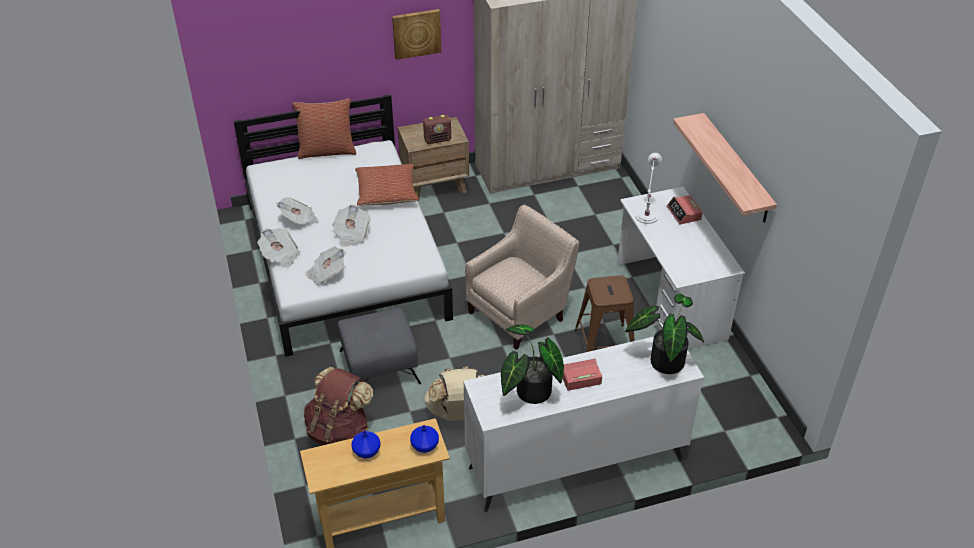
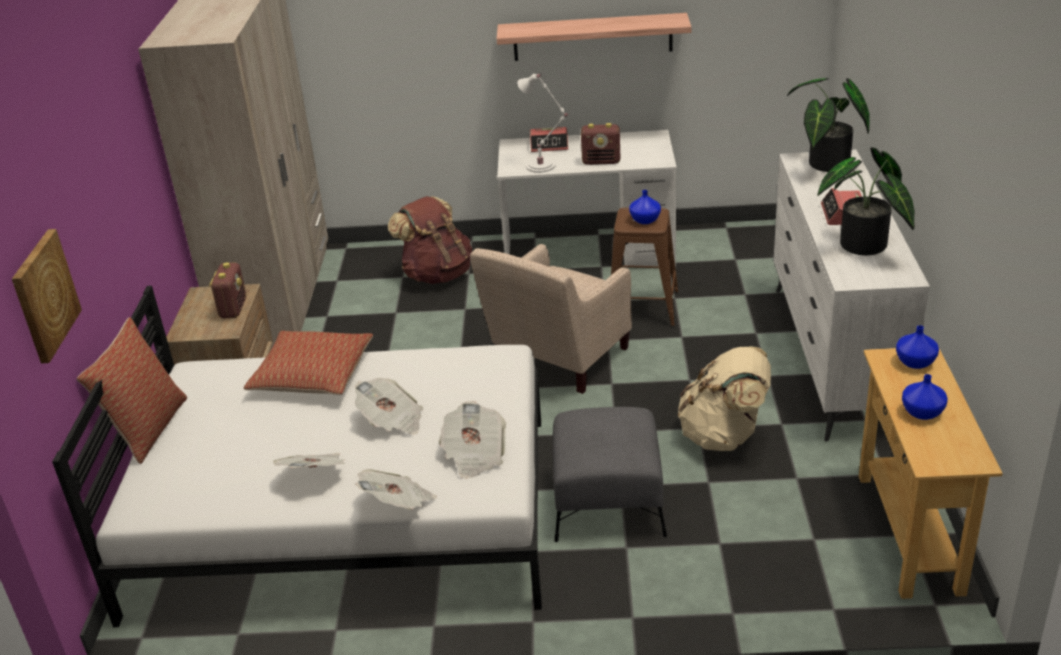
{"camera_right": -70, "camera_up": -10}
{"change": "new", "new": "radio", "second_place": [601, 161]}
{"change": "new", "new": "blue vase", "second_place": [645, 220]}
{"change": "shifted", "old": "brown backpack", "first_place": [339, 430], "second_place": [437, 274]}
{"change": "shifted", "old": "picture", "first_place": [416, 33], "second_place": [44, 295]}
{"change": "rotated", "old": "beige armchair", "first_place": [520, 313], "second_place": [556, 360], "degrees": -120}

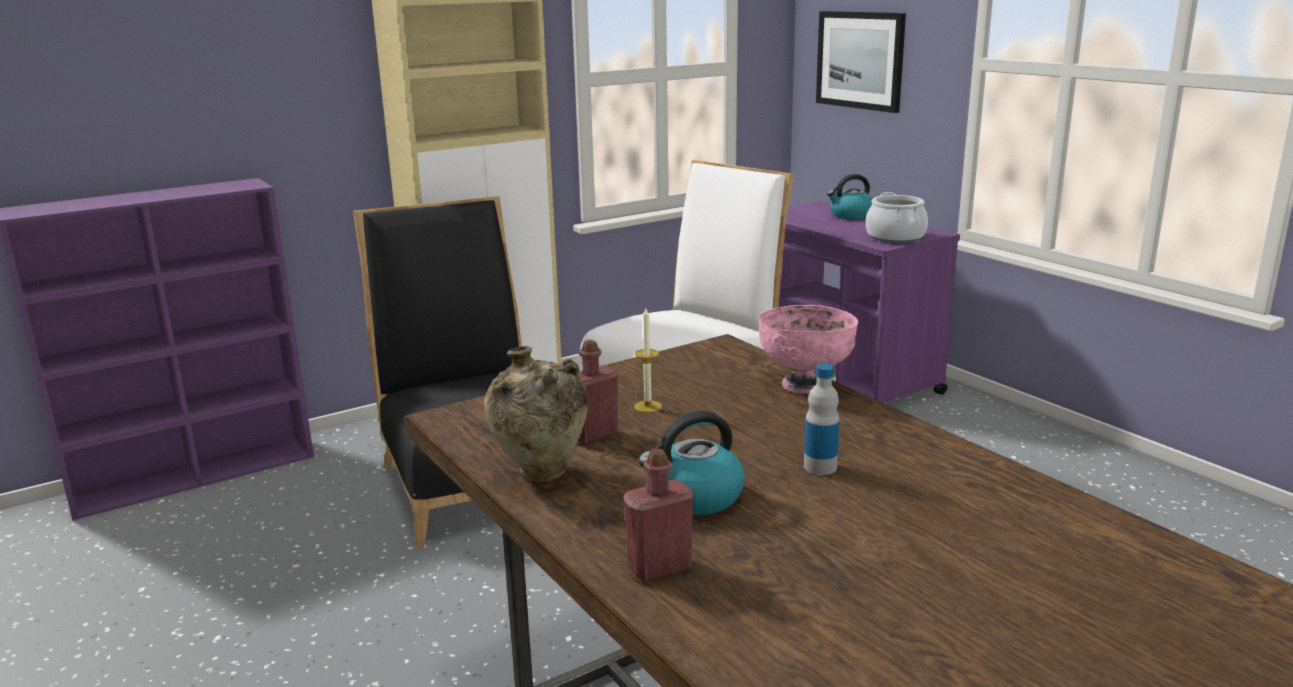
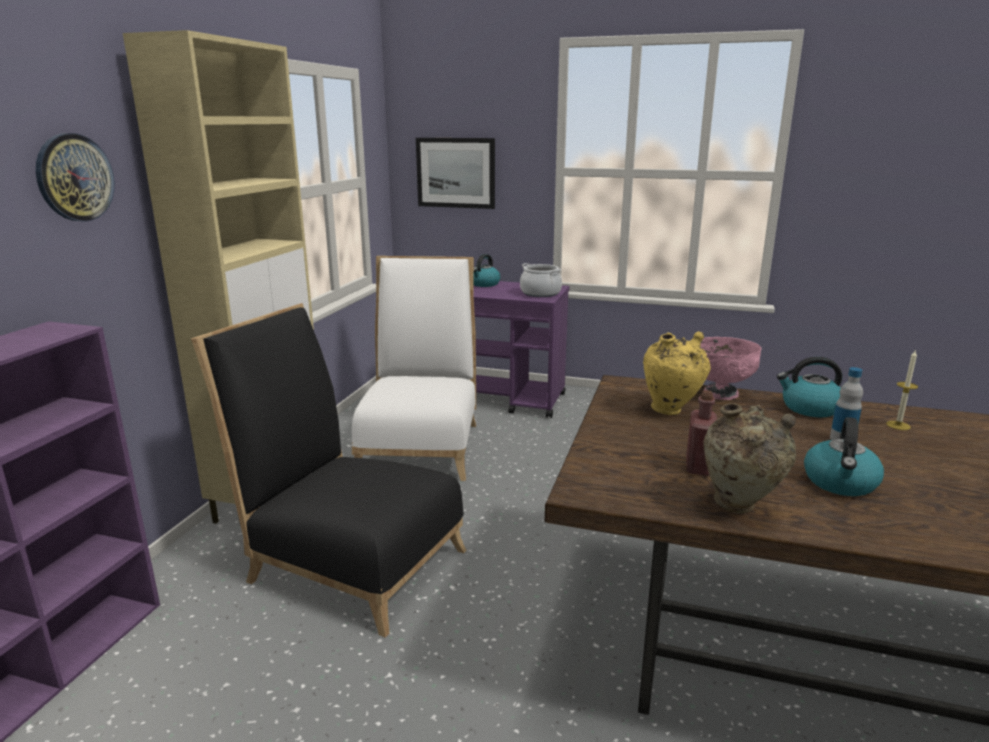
{"camera_right": -40, "camera_up": 0}
{"change": "gone", "old": "red bottle", "first_place": [659, 568]}
{"change": "new", "new": "wall clock", "second_place": [74, 177]}
{"change": "new", "new": "yellow vase", "second_place": [671, 410]}
{"change": "new", "new": "kettle", "second_place": [809, 408]}
{"change": "shifted", "old": "candle", "first_place": [647, 406], "second_place": [898, 425]}

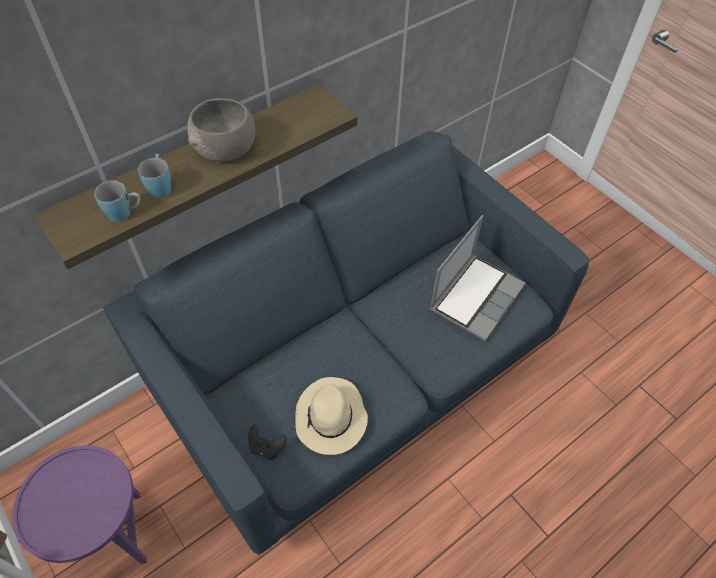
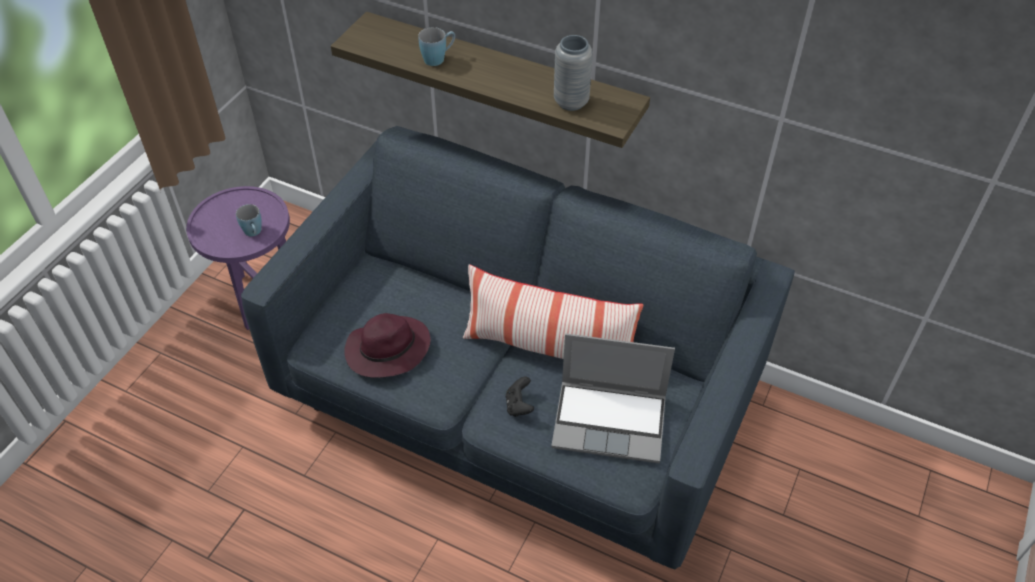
{"camera_right": 65, "camera_up": -5}
{"change": "gone", "old": "grey bowl", "first_place": [225, 150]}
{"change": "new", "new": "pillow", "second_place": [548, 347]}
{"change": "new", "new": "grey vase", "second_place": [571, 102]}
{"change": "shifted", "old": "blue mug", "first_place": [125, 213], "second_place": [254, 233]}
{"change": "shifted", "old": "black game controller", "first_place": [266, 447], "second_place": [519, 405]}
{"change": "repainted", "old": "beige hat", "new": "purple hat", "first_place": [331, 419], "second_place": [387, 351]}

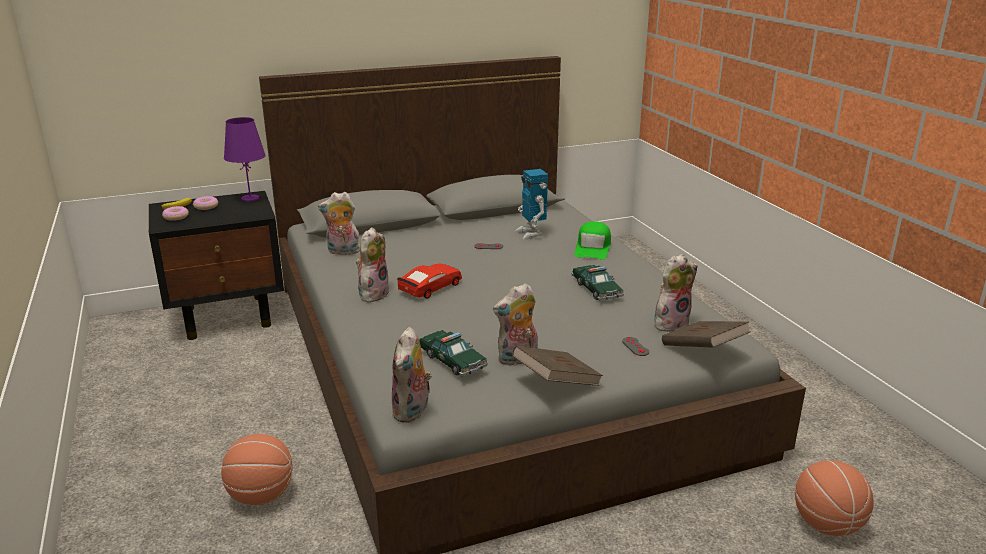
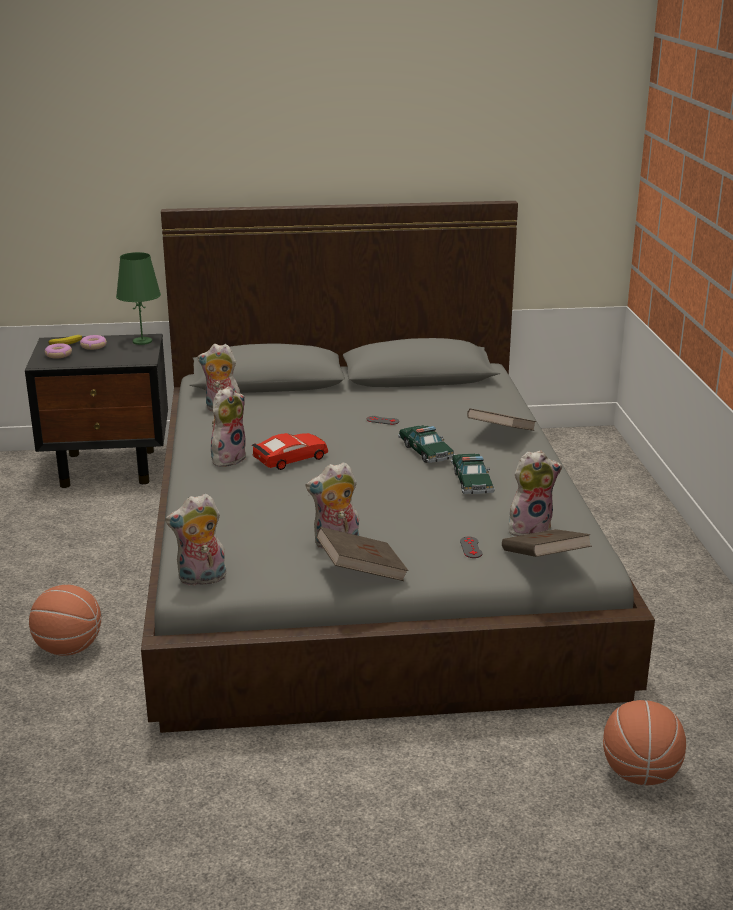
{"camera_right": 15, "camera_up": 0}
{"change": "gone", "old": "toy robot", "first_place": [531, 233]}
{"change": "shifted", "old": "toy car", "first_place": [452, 361], "second_place": [425, 452]}
{"change": "swapped", "old": "green cap", "new": "brown book", "first_place": [593, 248], "second_place": [500, 435]}
{"change": "repainted", "old": "purple table lamp", "new": "green table lamp", "first_place": [250, 198], "second_place": [142, 341]}
{"change": "rotated", "old": "plush toy", "first_place": [412, 412], "second_place": [201, 579], "degrees": 45}

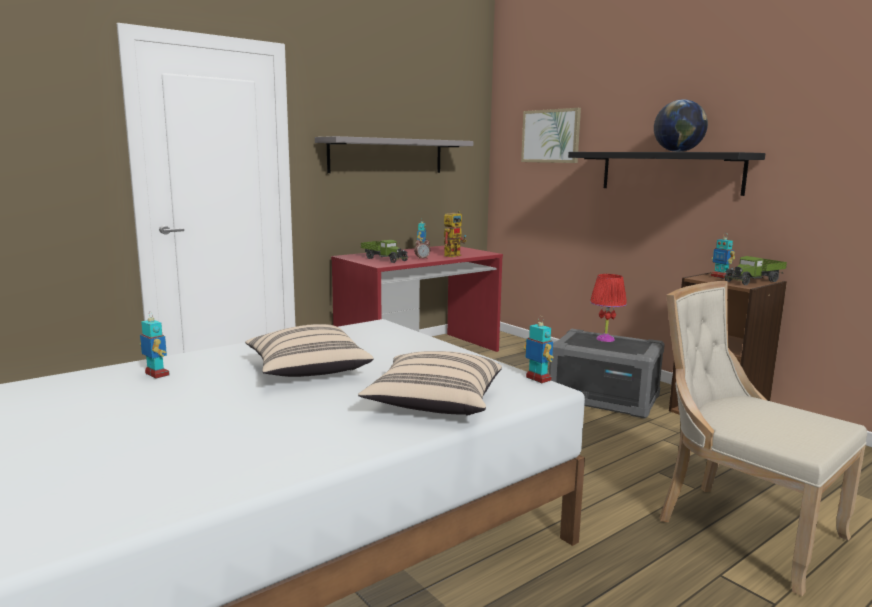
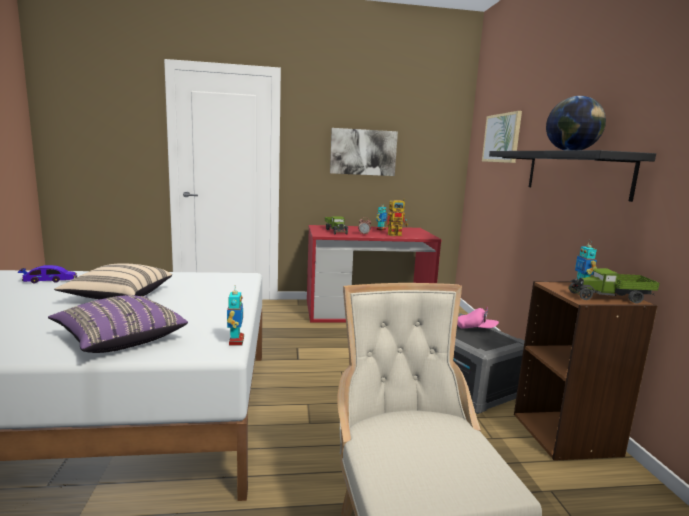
{"camera_right": 30, "camera_up": 0}
{"change": "swapped", "old": "toy robot", "new": "toy car", "first_place": [156, 374], "second_place": [49, 280]}
{"change": "swapped", "old": "grey shelf", "new": "picture", "first_place": [386, 156], "second_place": [363, 152]}
{"change": "swapped", "old": "red table lamp", "new": "pink cap", "first_place": [605, 339], "second_place": [476, 329]}
{"change": "repainted", "old": "beige pillow", "new": "purple pillow", "first_place": [434, 404], "second_place": [120, 339]}

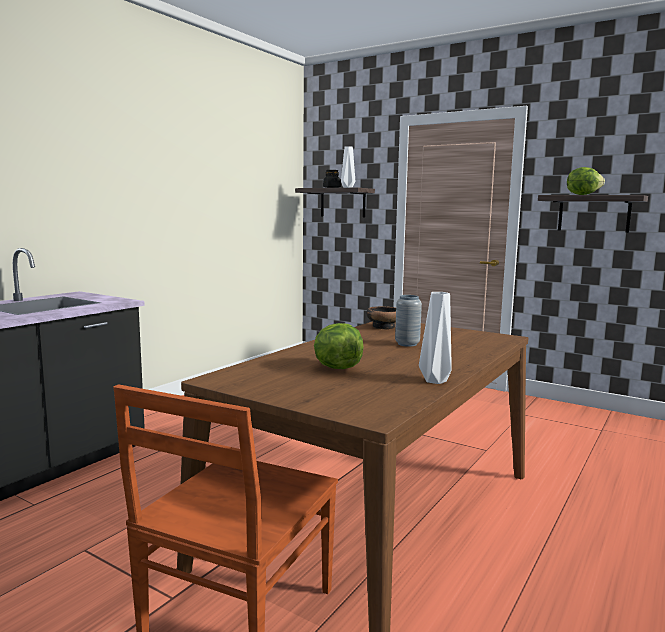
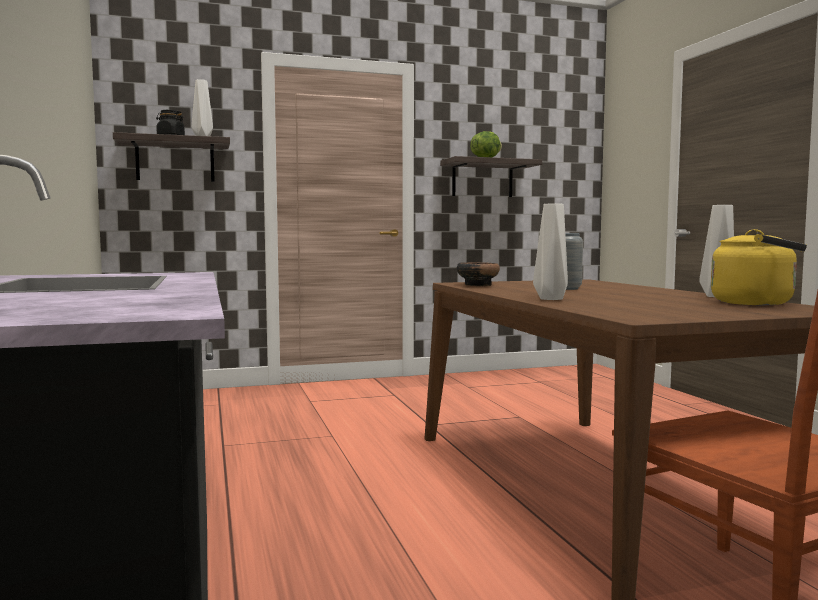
{"camera_right": -50, "camera_up": -5}
{"change": "gone", "old": "lettuce", "first_place": [337, 367]}
{"change": "new", "new": "white vase", "second_place": [552, 299]}
{"change": "new", "new": "yellow kettle", "second_place": [757, 303]}

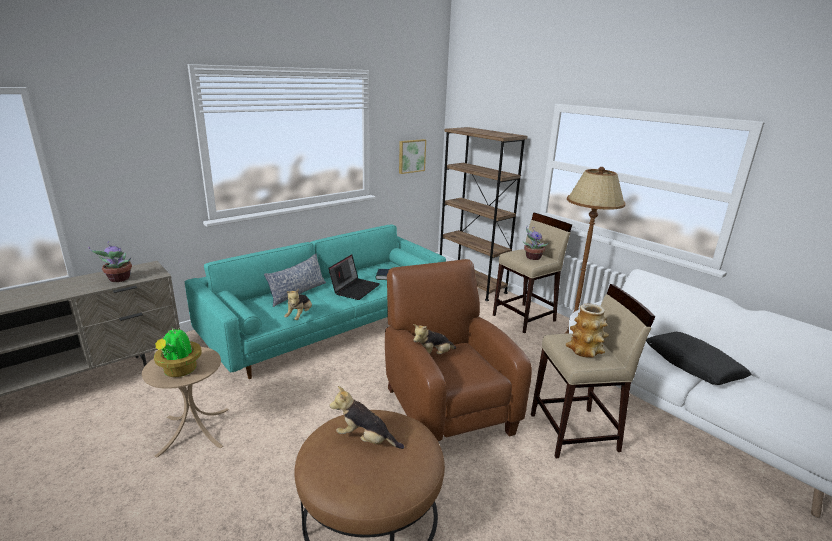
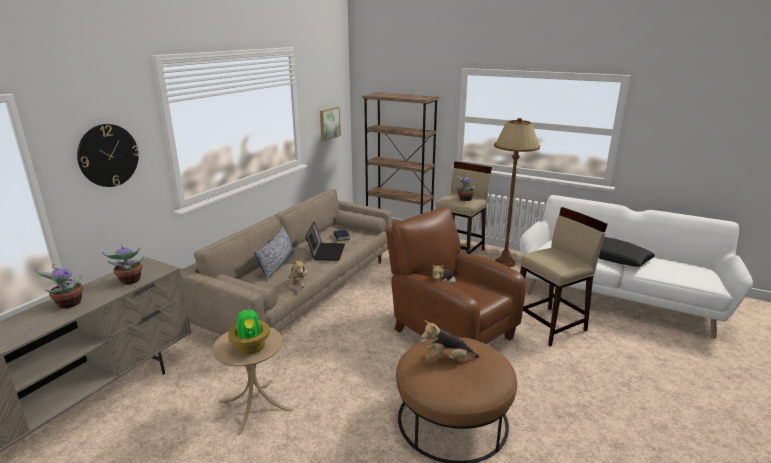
{"camera_right": -20, "camera_up": 0}
{"change": "gone", "old": "vase", "first_place": [585, 351]}
{"change": "new", "new": "potted plant", "second_place": [68, 304]}
{"change": "new", "new": "wall clock", "second_place": [108, 155]}
{"change": "repainted", "old": "turquoise sofa", "new": "beige sofa", "first_place": [328, 324], "second_place": [301, 291]}

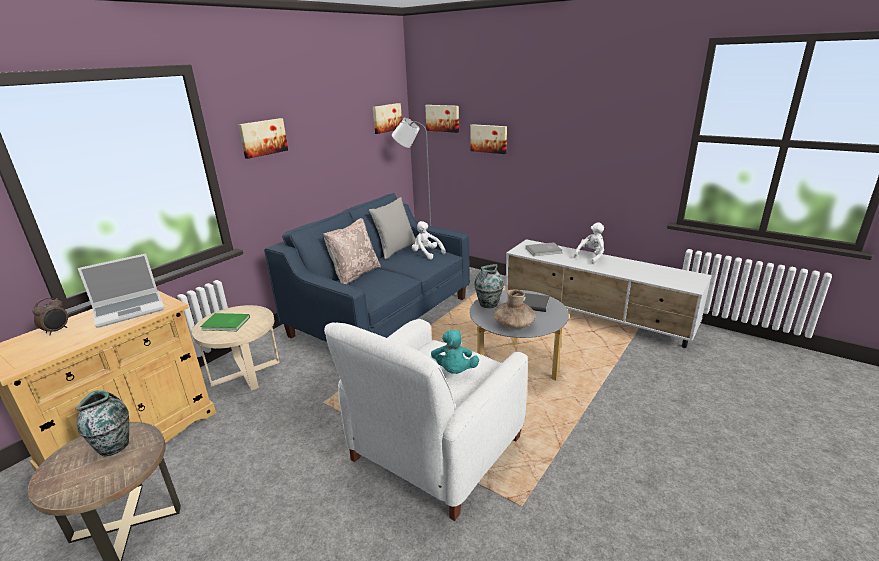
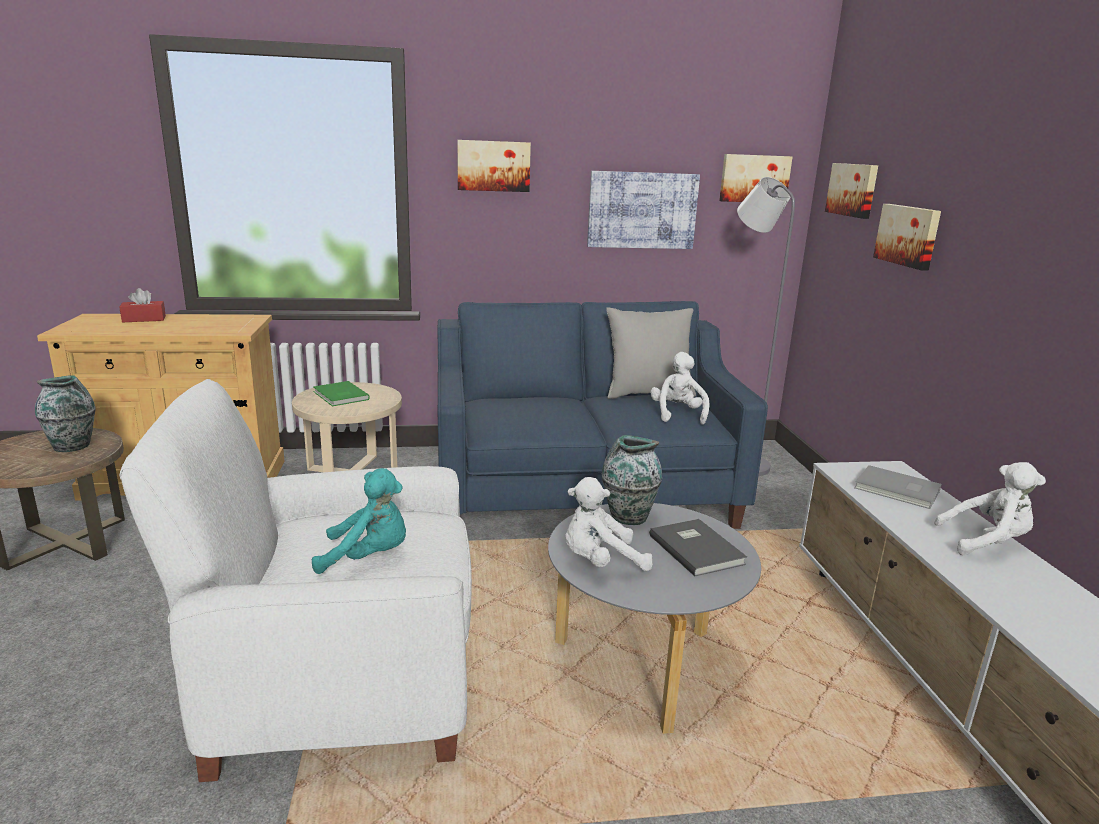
{"camera_right": 45, "camera_up": -5}
{"change": "gone", "old": "laptop", "first_place": [130, 309]}
{"change": "gone", "old": "beige pillow", "first_place": [355, 274]}
{"change": "new", "new": "picture", "second_place": [642, 210]}
{"change": "swapped", "old": "alarm clock", "new": "red tissue box", "first_place": [57, 331], "second_place": [144, 319]}
{"change": "swapped", "old": "brown vase", "new": "white plush toy", "first_place": [514, 324], "second_place": [600, 562]}
{"change": "rotated", "old": "turquoise plush toy", "first_place": [454, 371], "second_place": [368, 557], "degrees": -135}

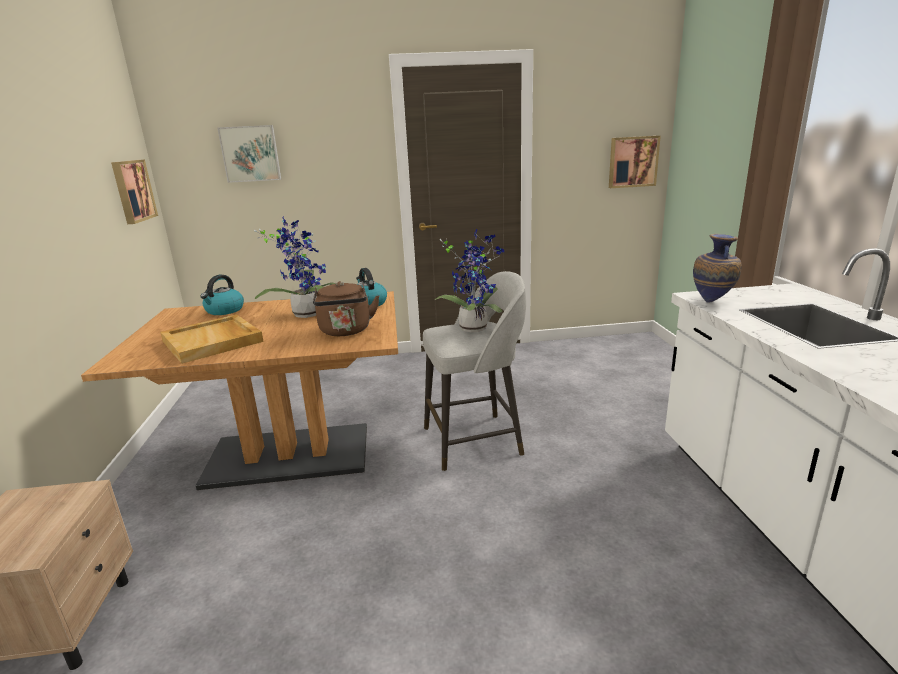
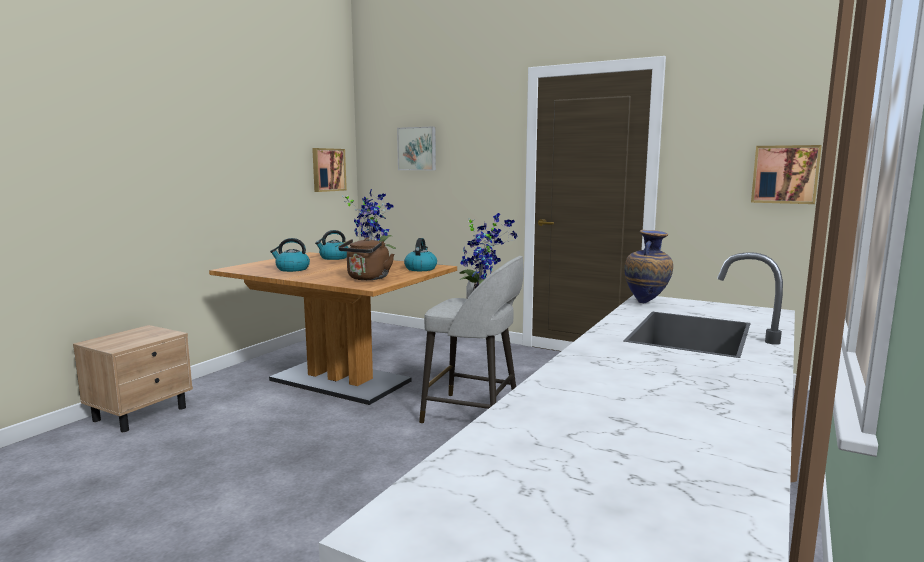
{"camera_right": 35, "camera_up": -10}
{"change": "swapped", "old": "beige tray", "new": "kettle", "first_place": [213, 341], "second_place": [292, 269]}

